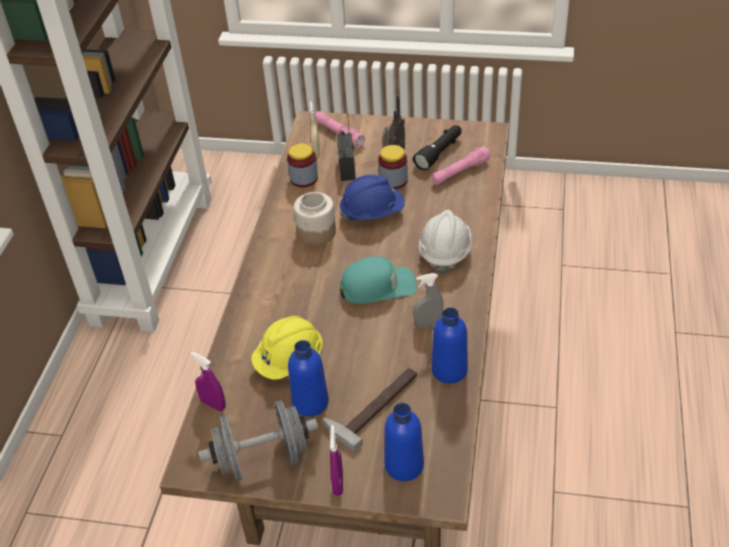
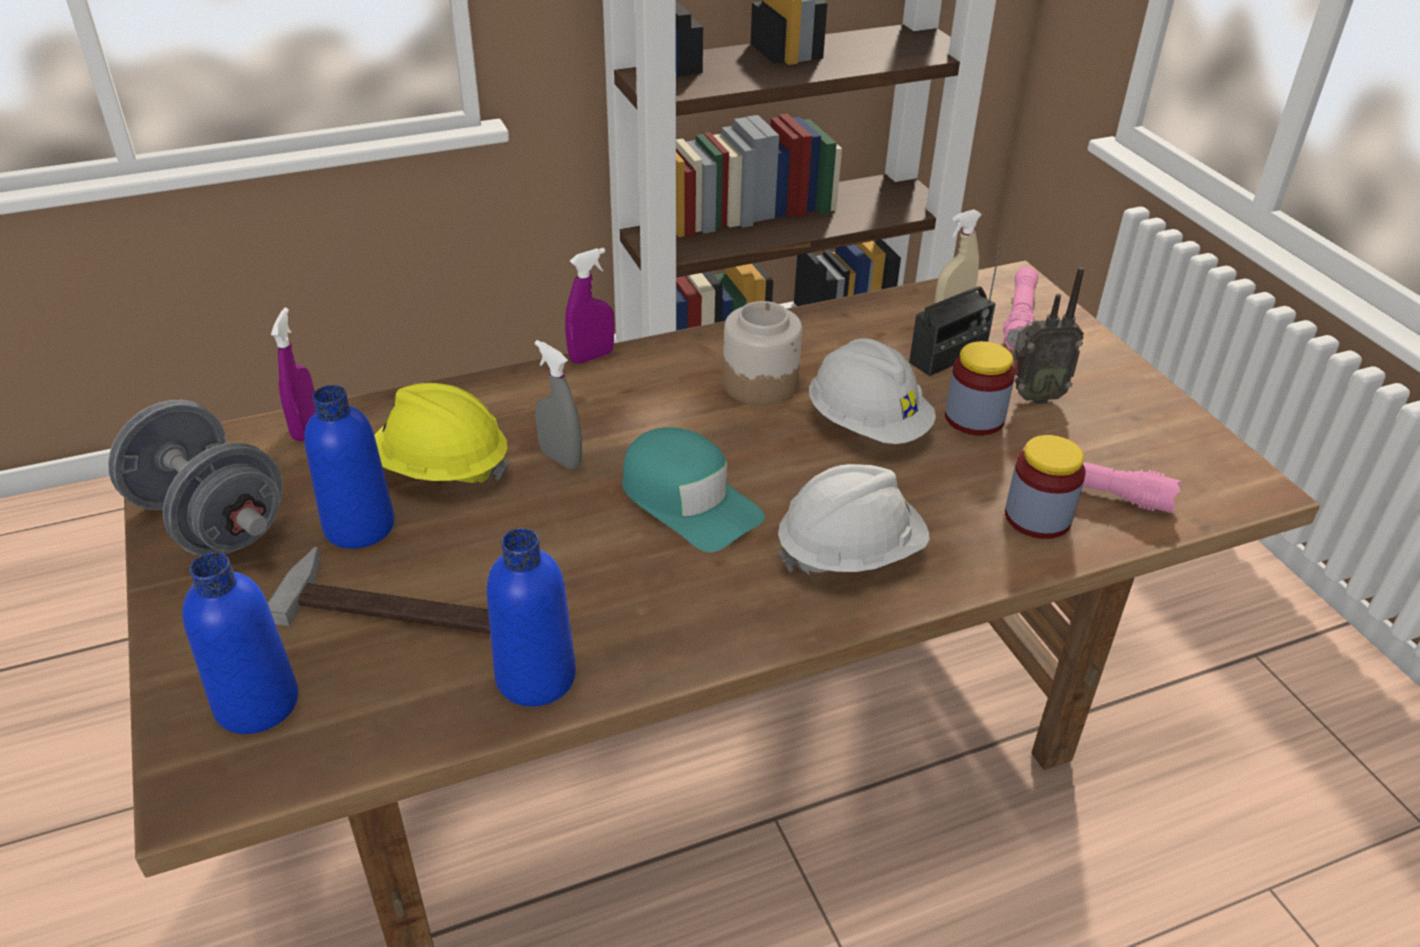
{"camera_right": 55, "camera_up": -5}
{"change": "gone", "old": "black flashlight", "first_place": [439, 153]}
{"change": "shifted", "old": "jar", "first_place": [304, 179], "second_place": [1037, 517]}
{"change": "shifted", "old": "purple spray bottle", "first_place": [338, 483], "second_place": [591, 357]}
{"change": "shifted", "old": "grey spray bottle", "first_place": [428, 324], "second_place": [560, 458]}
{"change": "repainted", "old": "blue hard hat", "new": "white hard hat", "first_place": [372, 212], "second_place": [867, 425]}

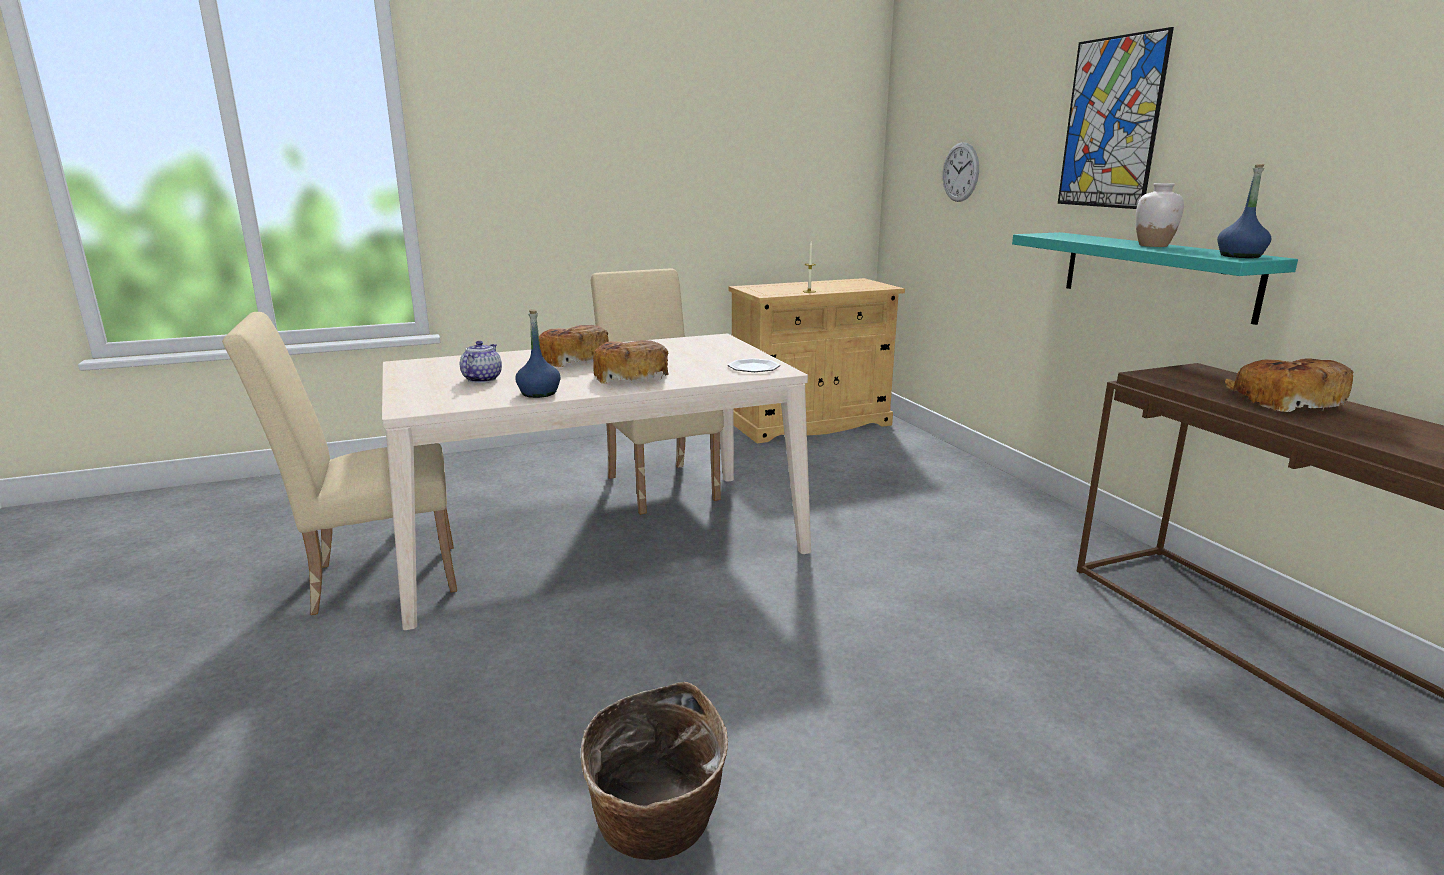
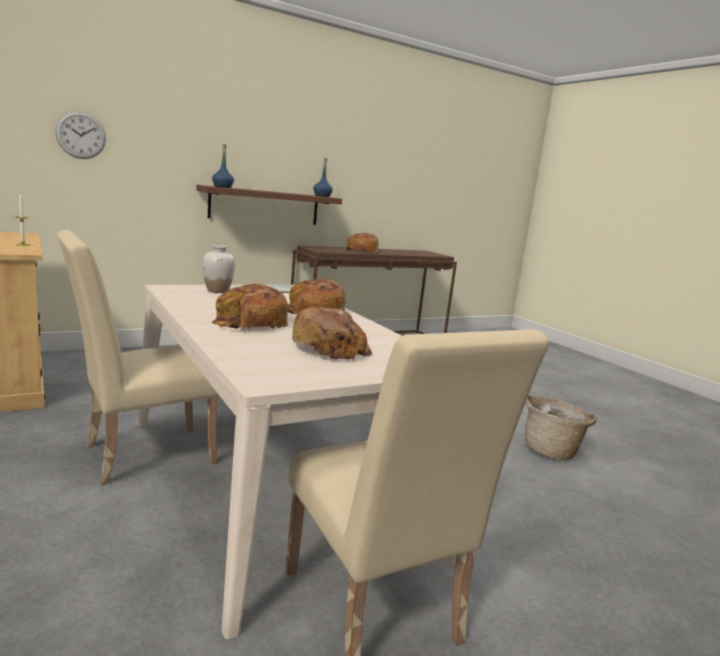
{"camera_right": -100, "camera_up": -5}
{"change": "gone", "old": "picture", "first_place": [1111, 123]}
{"change": "shifted", "old": "blue bottle", "first_place": [539, 393], "second_place": [222, 187]}
{"change": "shifted", "old": "white vase", "first_place": [1153, 245], "second_place": [218, 291]}
{"change": "swapped", "old": "teapot", "new": "bread", "first_place": [482, 379], "second_place": [332, 348]}
{"change": "repainted", "old": "turquoise shelf", "new": "brown shelf", "first_place": [1156, 274], "second_place": [265, 206]}

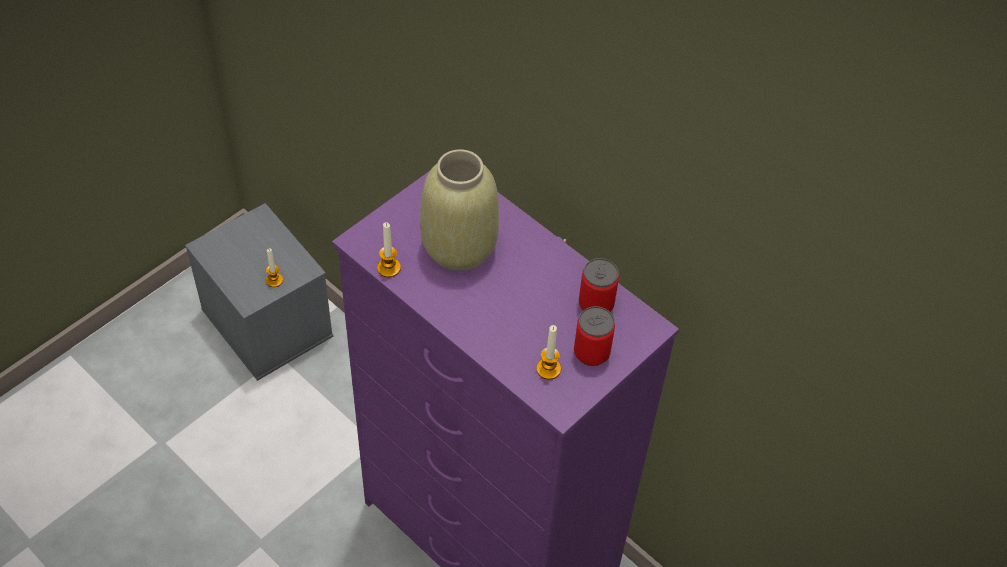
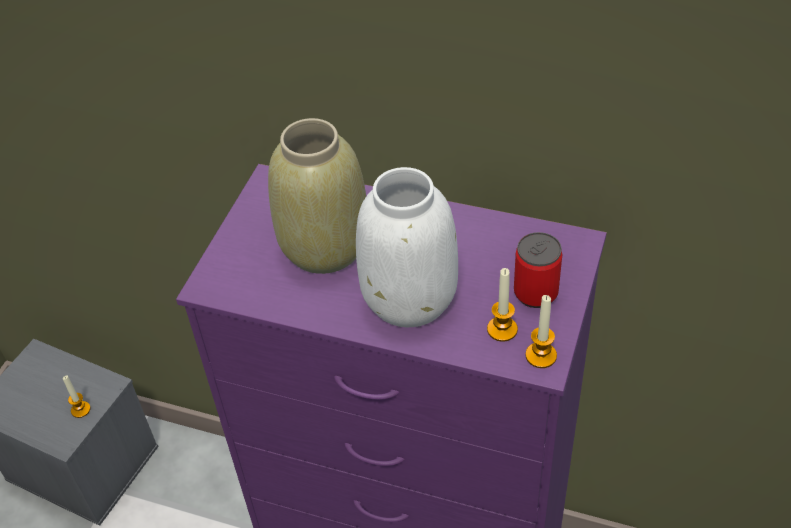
{"camera_right": -20, "camera_up": -5}
{"change": "gone", "old": "can", "first_place": [596, 304]}
{"change": "new", "new": "white vase", "second_place": [410, 297]}
{"change": "shifted", "old": "candle", "first_place": [388, 268], "second_place": [541, 356]}

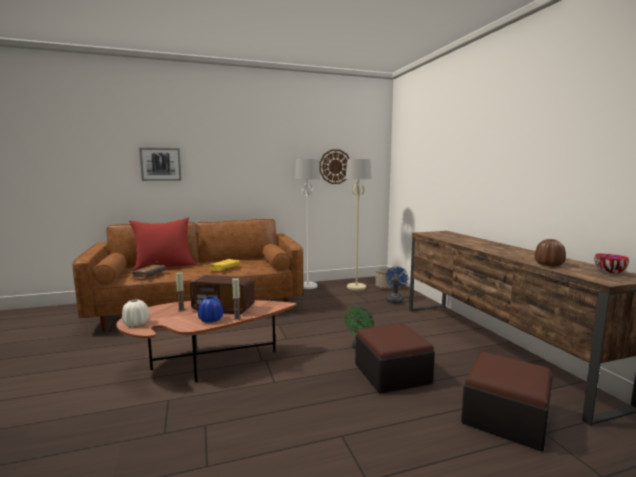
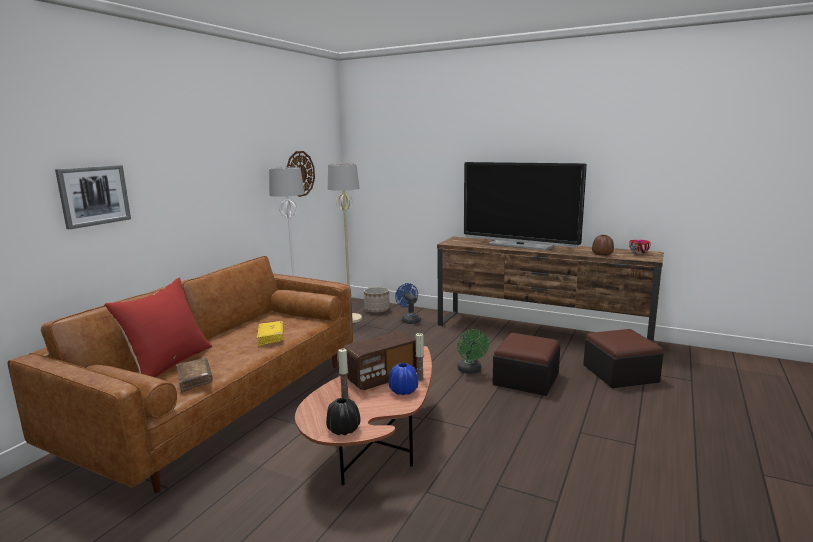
{"camera_right": -45, "camera_up": 5}
{"change": "new", "new": "television", "second_place": [520, 245]}
{"change": "repainted", "old": "white vase", "new": "black vase", "first_place": [136, 323], "second_place": [343, 430]}

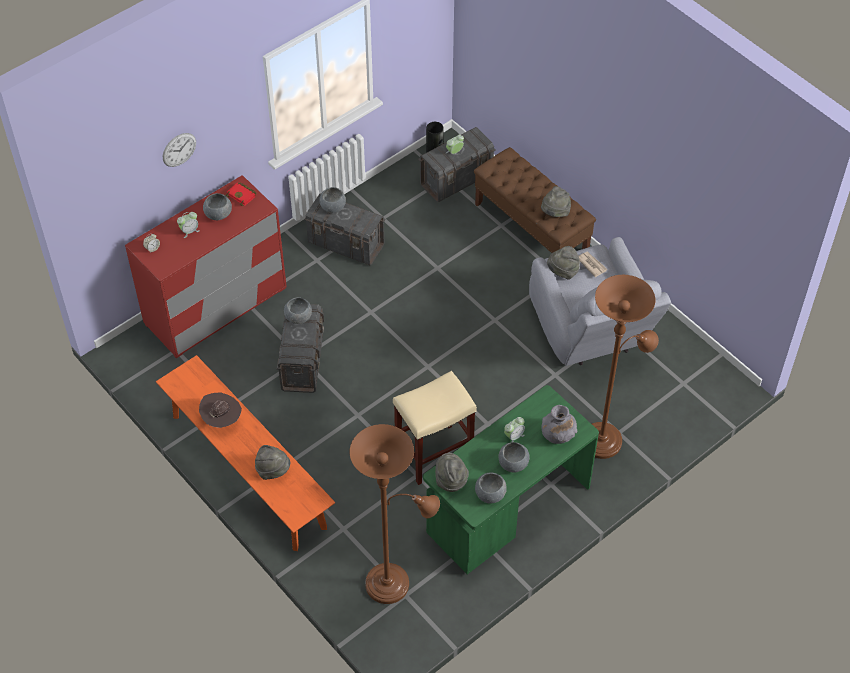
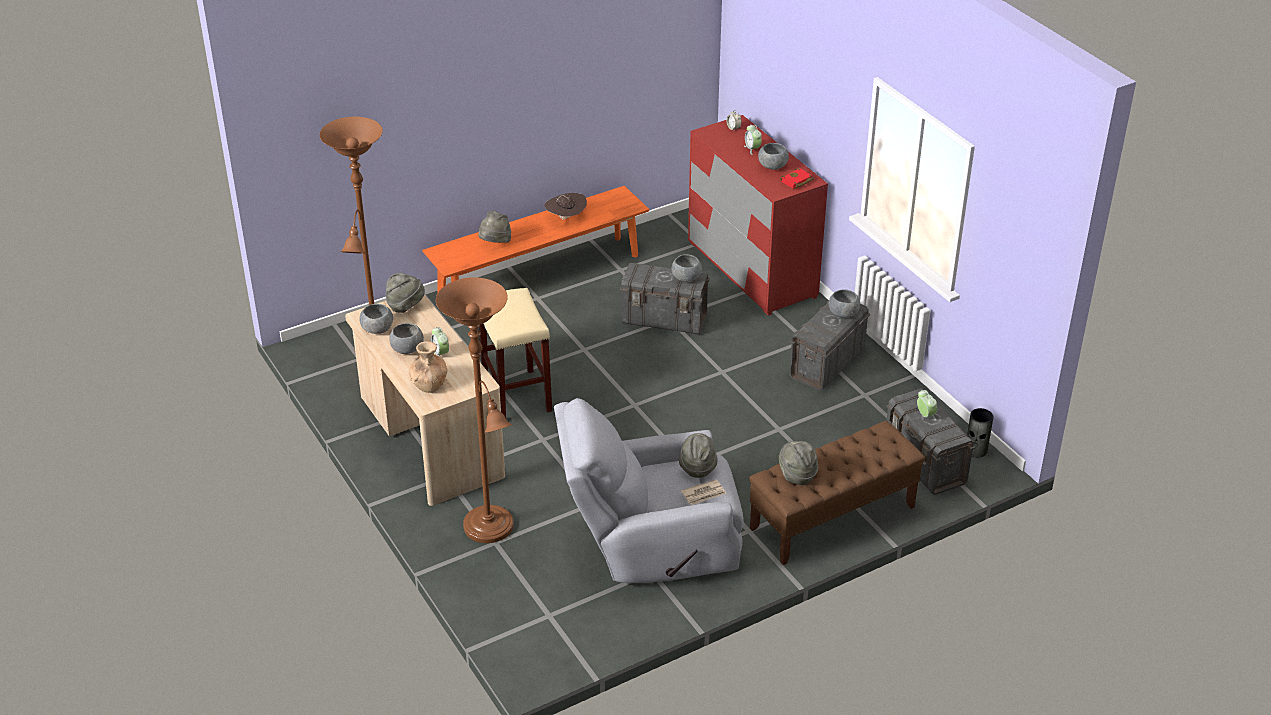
{"camera_right": 100, "camera_up": -15}
{"change": "gone", "old": "wall clock", "first_place": [179, 149]}
{"change": "repainted", "old": "green desk", "new": "beige desk", "first_place": [507, 508], "second_place": [428, 439]}
{"change": "repainted", "old": "grey vase", "new": "brown vase", "first_place": [557, 435], "second_place": [429, 384]}

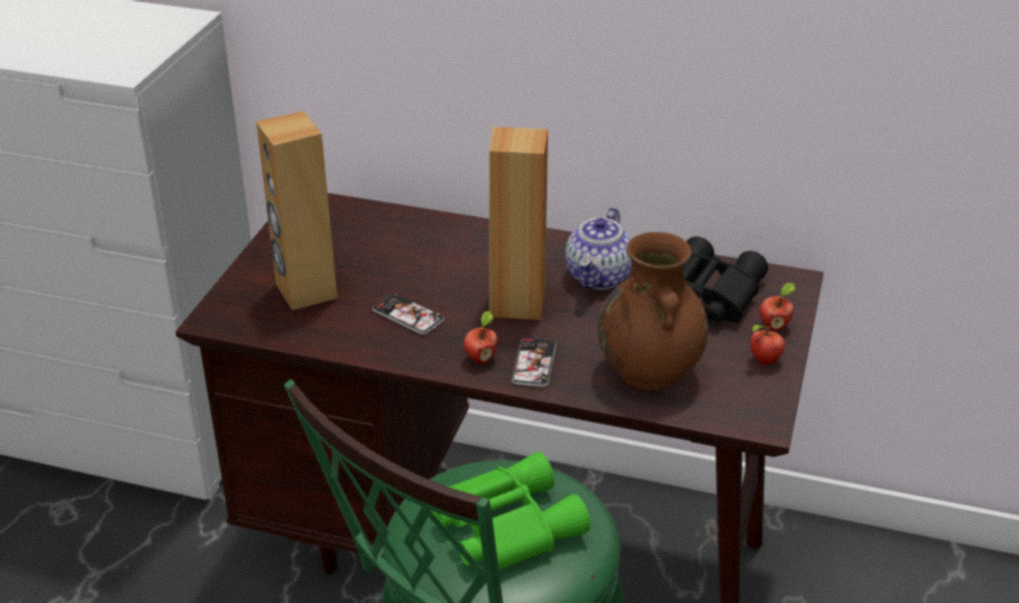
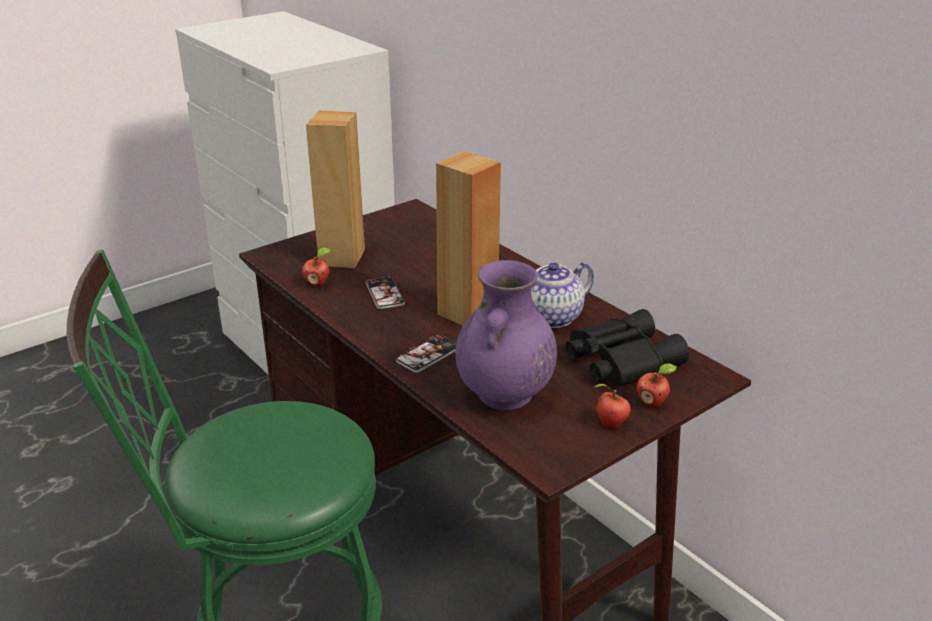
{"camera_right": 35, "camera_up": -5}
{"change": "gone", "old": "green binoculars", "first_place": [504, 525]}
{"change": "shifted", "old": "apple", "first_place": [480, 358], "second_place": [318, 283]}
{"change": "repainted", "old": "brown vase", "new": "purple vase", "first_place": [649, 373], "second_place": [504, 395]}

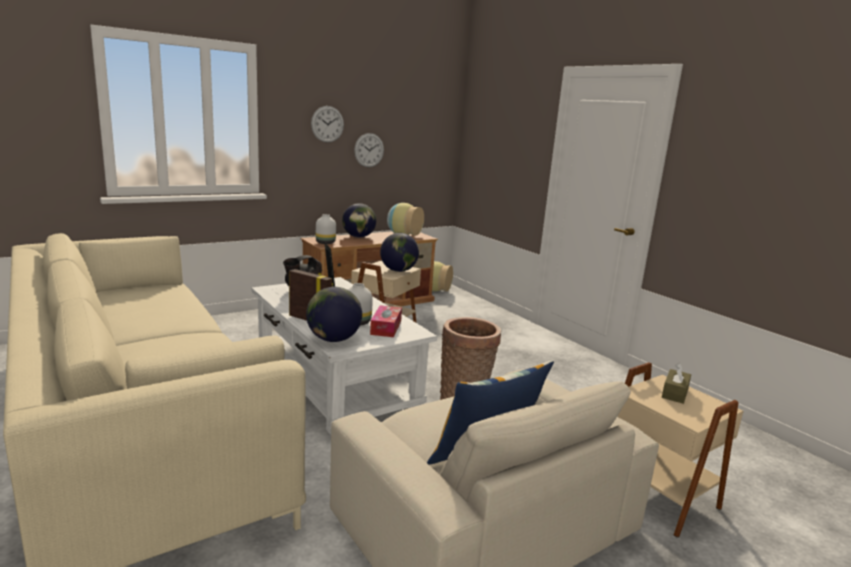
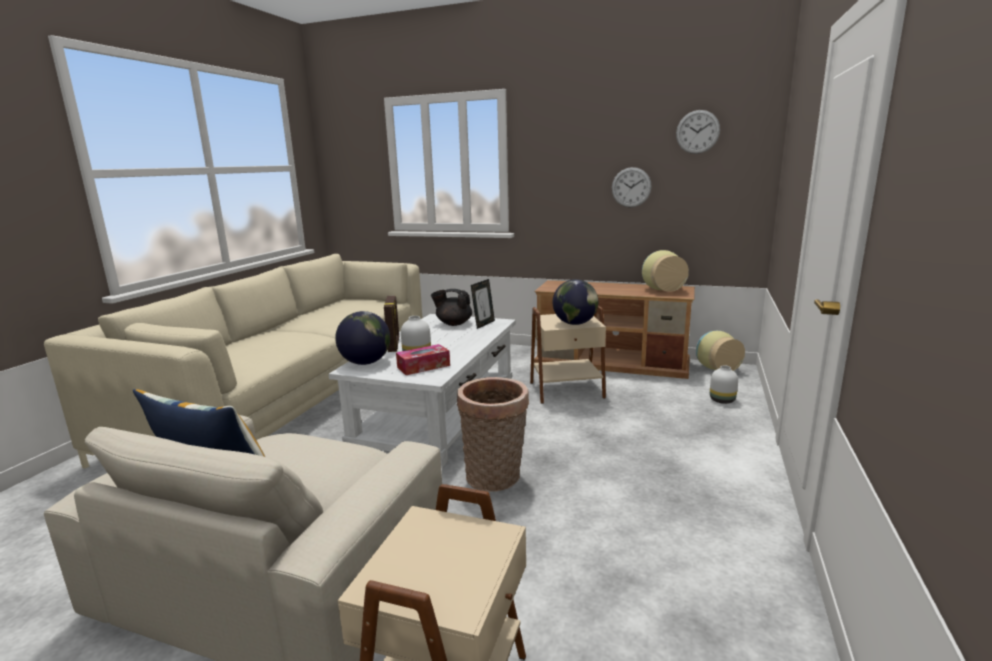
{"camera_right": 55, "camera_up": 0}
{"change": "gone", "old": "globe", "first_place": [358, 237]}
{"change": "gone", "old": "brown tissue box", "first_place": [675, 393]}
{"change": "shifted", "old": "wall clock", "first_place": [327, 124], "second_place": [697, 132]}
{"change": "shifted", "old": "white vase", "first_place": [326, 243], "second_place": [722, 400]}

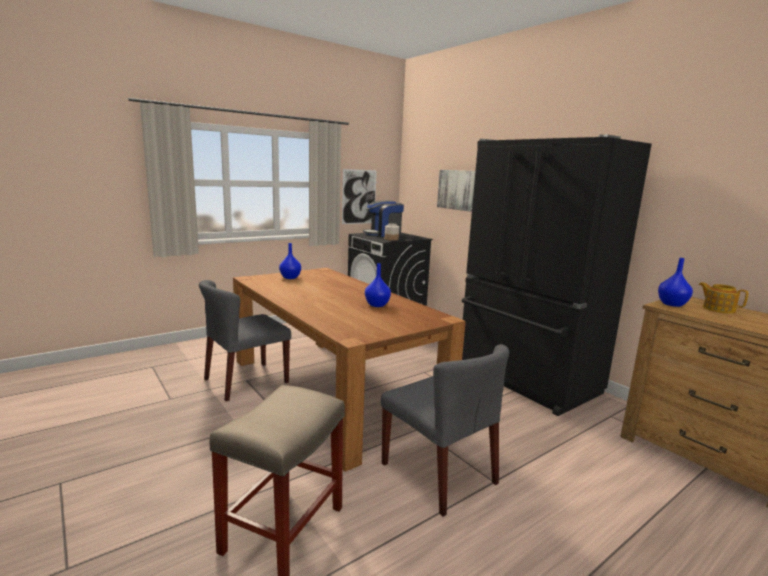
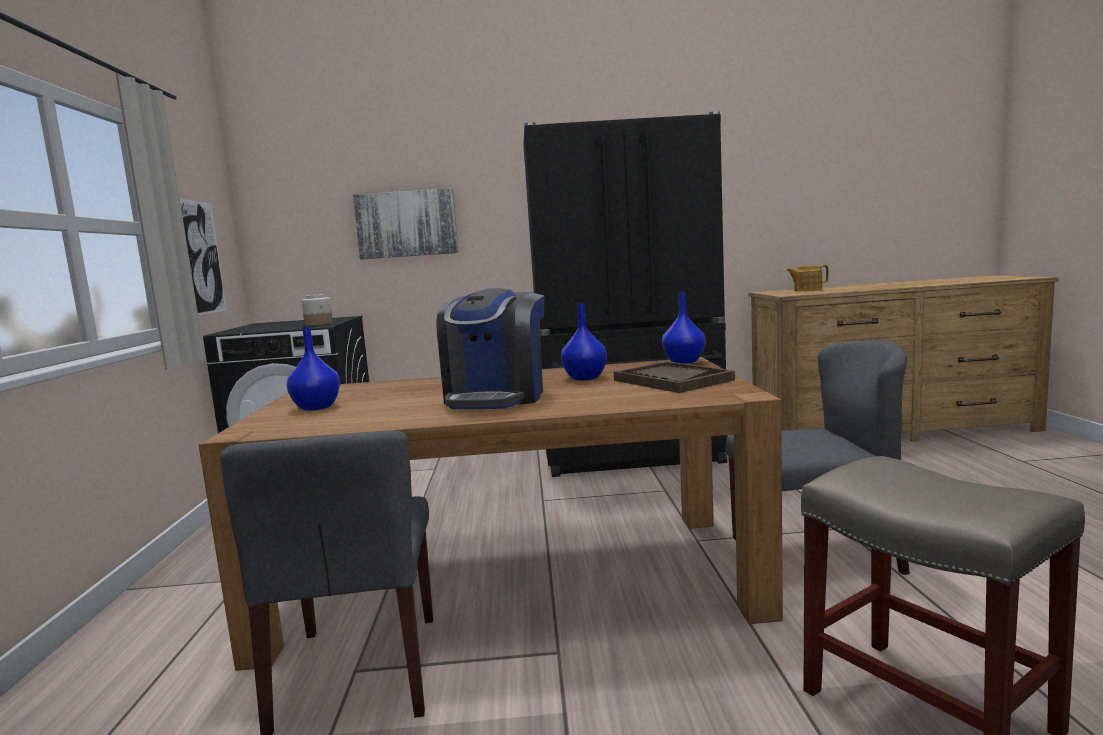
{"camera_right": -55, "camera_up": -5}
{"change": "new", "new": "brown tray", "second_place": [672, 380]}
{"change": "shifted", "old": "coffee machine", "first_place": [383, 234], "second_place": [496, 397]}
{"change": "shifted", "old": "blue vase", "first_place": [672, 304], "second_place": [685, 361]}

